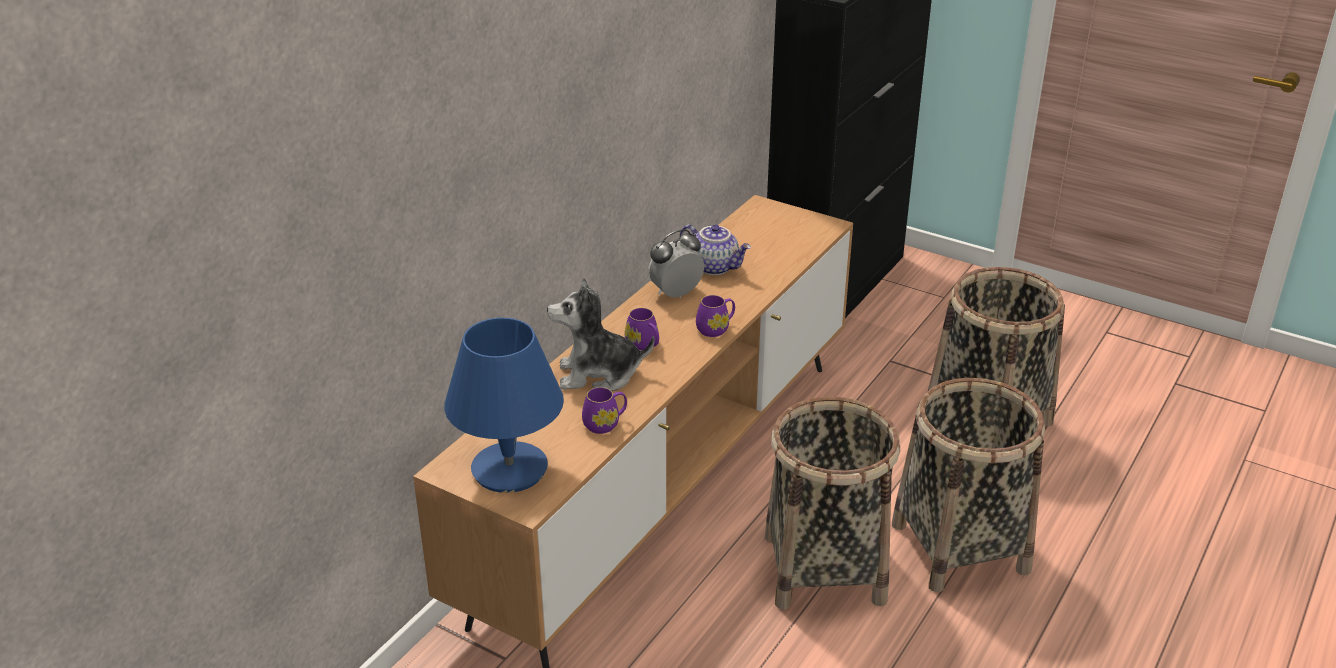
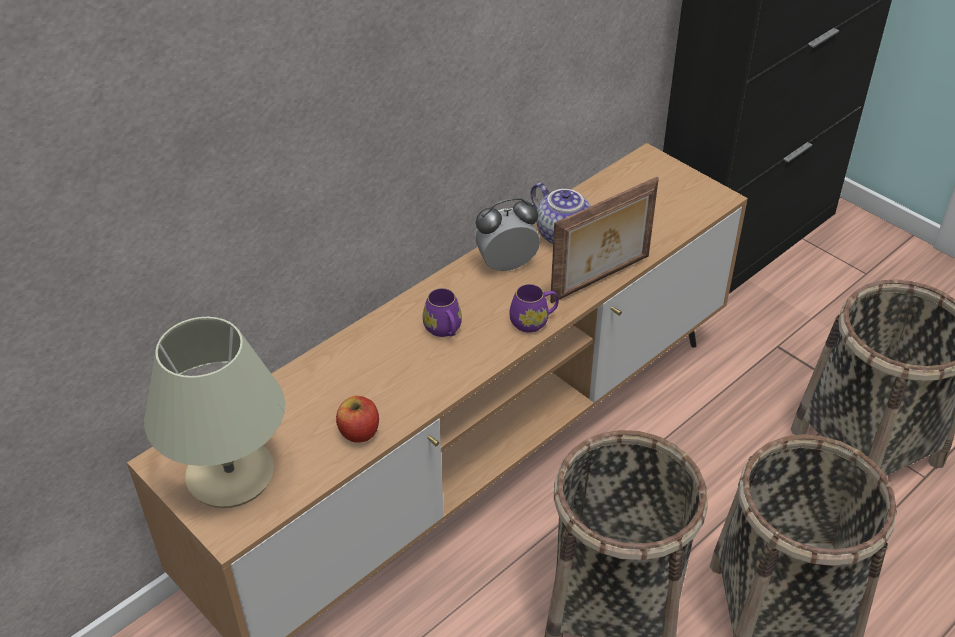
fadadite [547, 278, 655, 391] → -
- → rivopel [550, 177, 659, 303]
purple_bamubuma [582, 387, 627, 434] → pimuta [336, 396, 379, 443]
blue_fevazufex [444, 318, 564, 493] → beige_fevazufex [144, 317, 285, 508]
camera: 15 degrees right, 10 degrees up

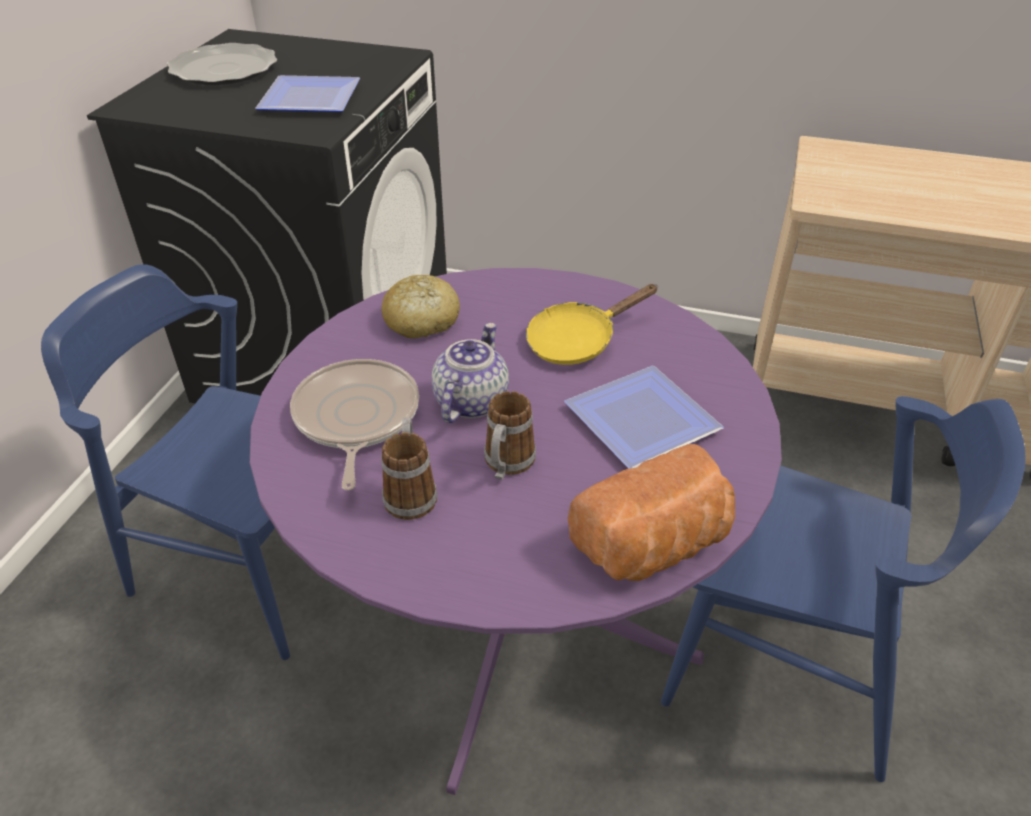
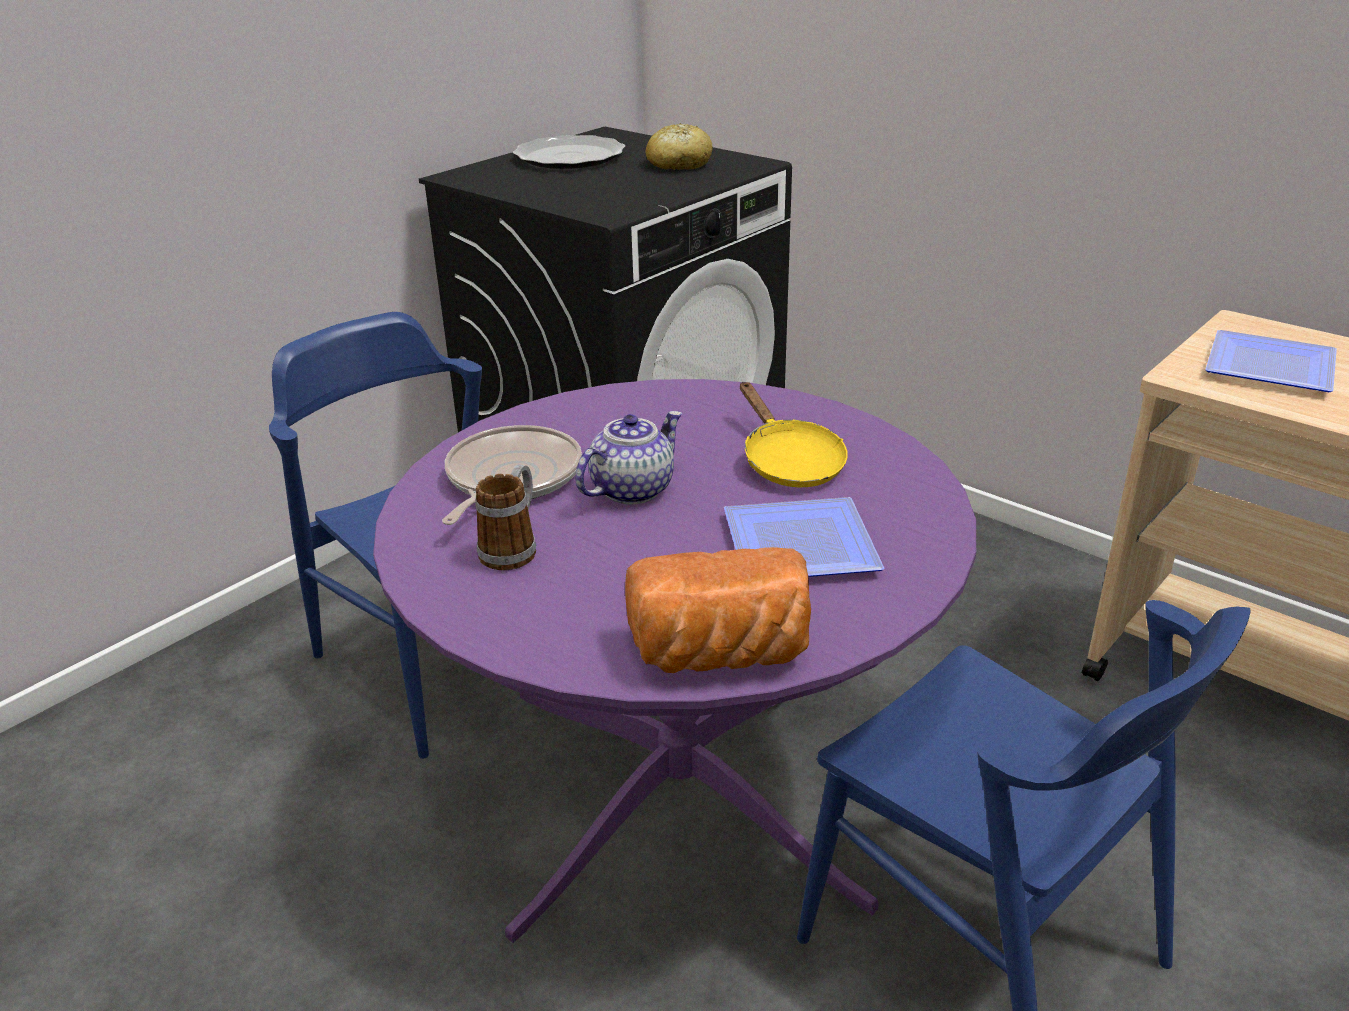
bamubuma [484, 391, 536, 480] → -
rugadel [255, 75, 360, 112] → rugadel [1205, 330, 1337, 392], relocated
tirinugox [382, 275, 460, 338] → tirinugox [646, 123, 712, 170], relocated
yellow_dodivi [526, 284, 658, 365] → yellow_dodivi [740, 382, 848, 487], 105 degrees counterclockwise
camera: 25 degrees right, 10 degrees down

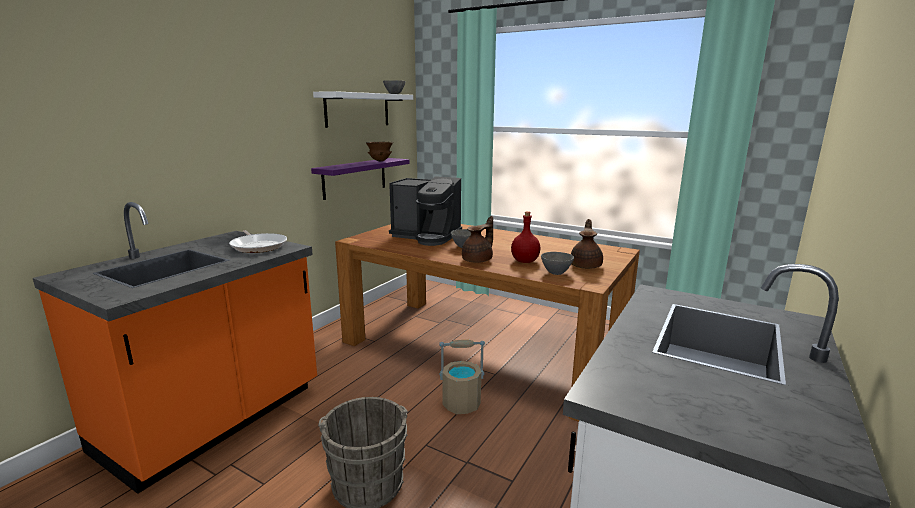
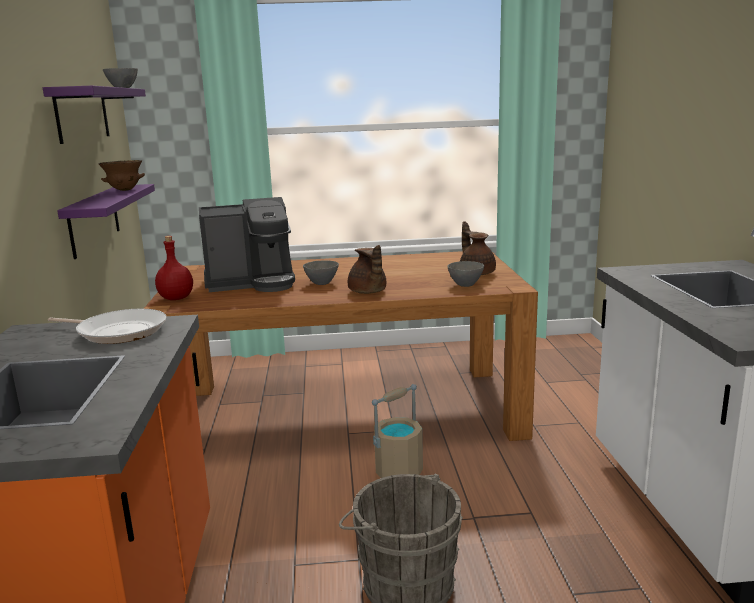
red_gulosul [511, 211, 541, 263] → red_gulosul [155, 236, 193, 300], relocated
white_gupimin [313, 91, 413, 128] → purple_gupimin [43, 86, 146, 144]
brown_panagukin [462, 216, 493, 263] → brown_panagukin [348, 245, 386, 294], 150 degrees clockwise
camera: 35 degrees left, 0 degrees up

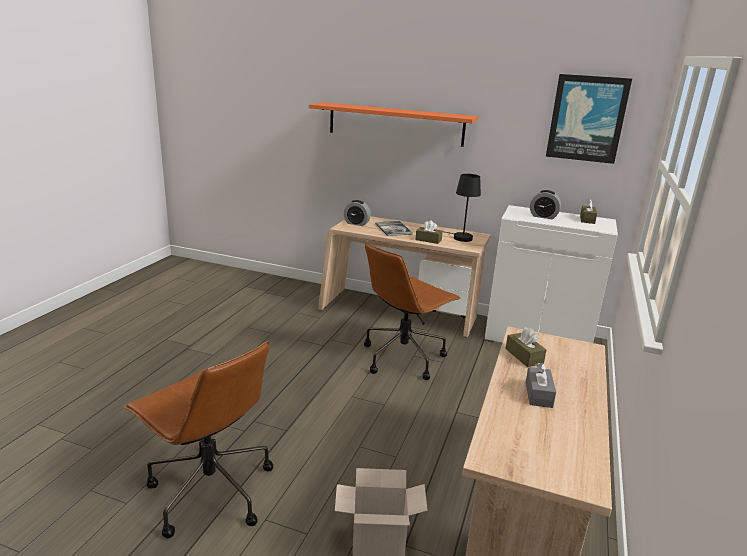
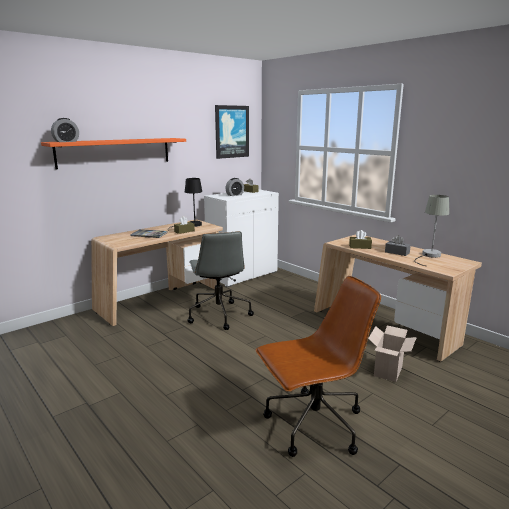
- → grey_fevazufex [414, 195, 449, 266]
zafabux [344, 200, 371, 226] → zafabux [51, 118, 79, 142], relocated
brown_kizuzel [364, 242, 461, 380] → grey_kizuzel [187, 231, 254, 330]
camera: 60 degrees left, 5 degrees down

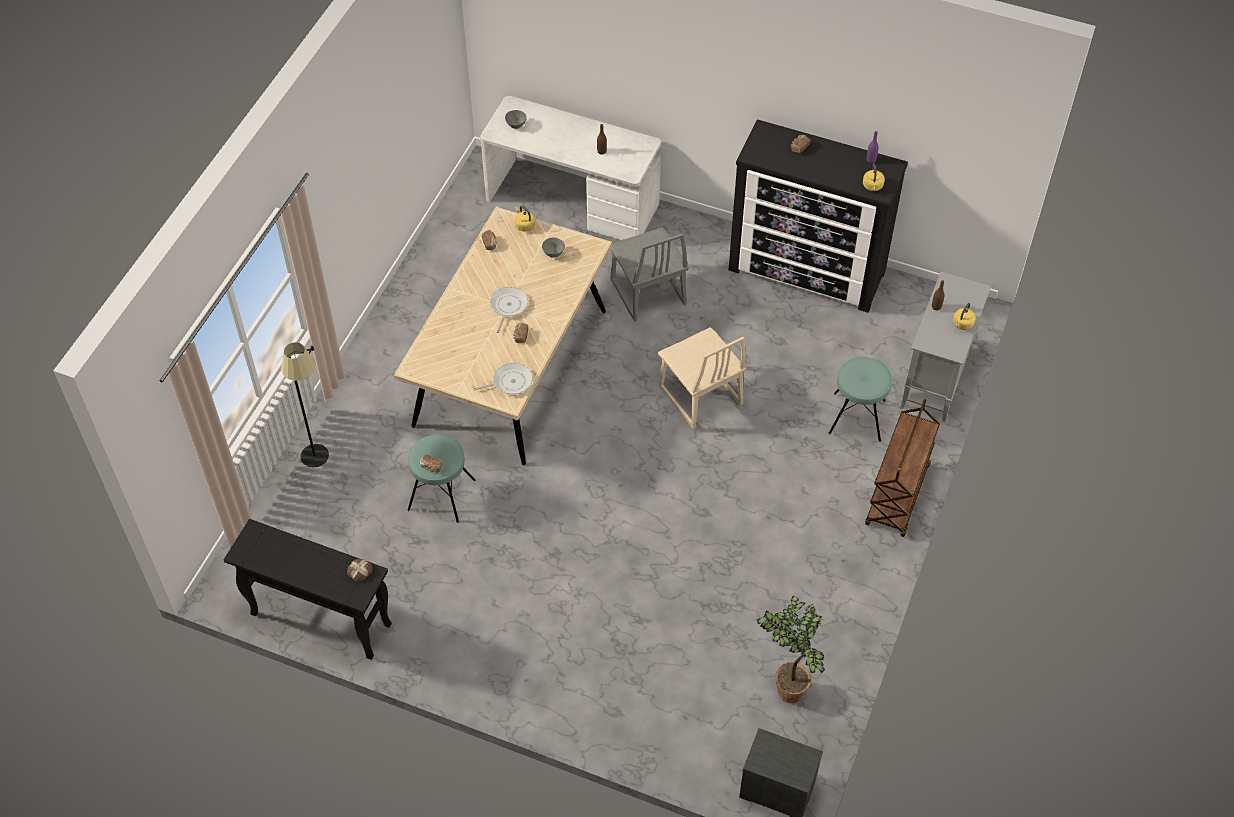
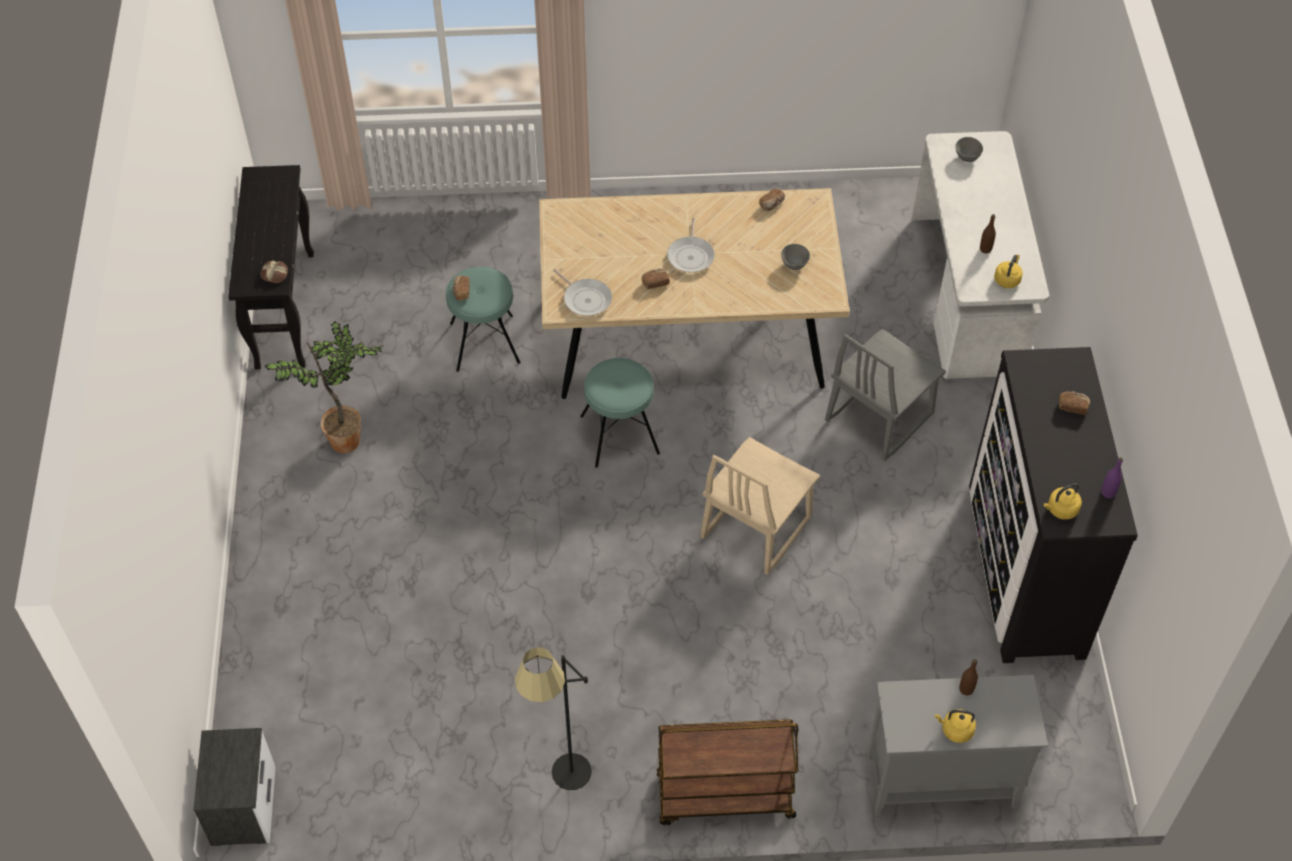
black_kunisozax [281, 342, 329, 467] → black_kunisozax [515, 647, 592, 790], relocated
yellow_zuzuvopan [515, 206, 536, 232] → yellow_zuzuvopan [994, 255, 1023, 288], relocated
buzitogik [757, 596, 825, 703] → buzitogik [265, 321, 382, 453], relocated
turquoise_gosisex [828, 357, 892, 442] → turquoise_gosisex [580, 358, 660, 468], relocated
dodivi [490, 287, 528, 333] → dodivi [667, 218, 715, 273], 105 degrees clockwise
camera: 65 degrees right, 0 degrees up

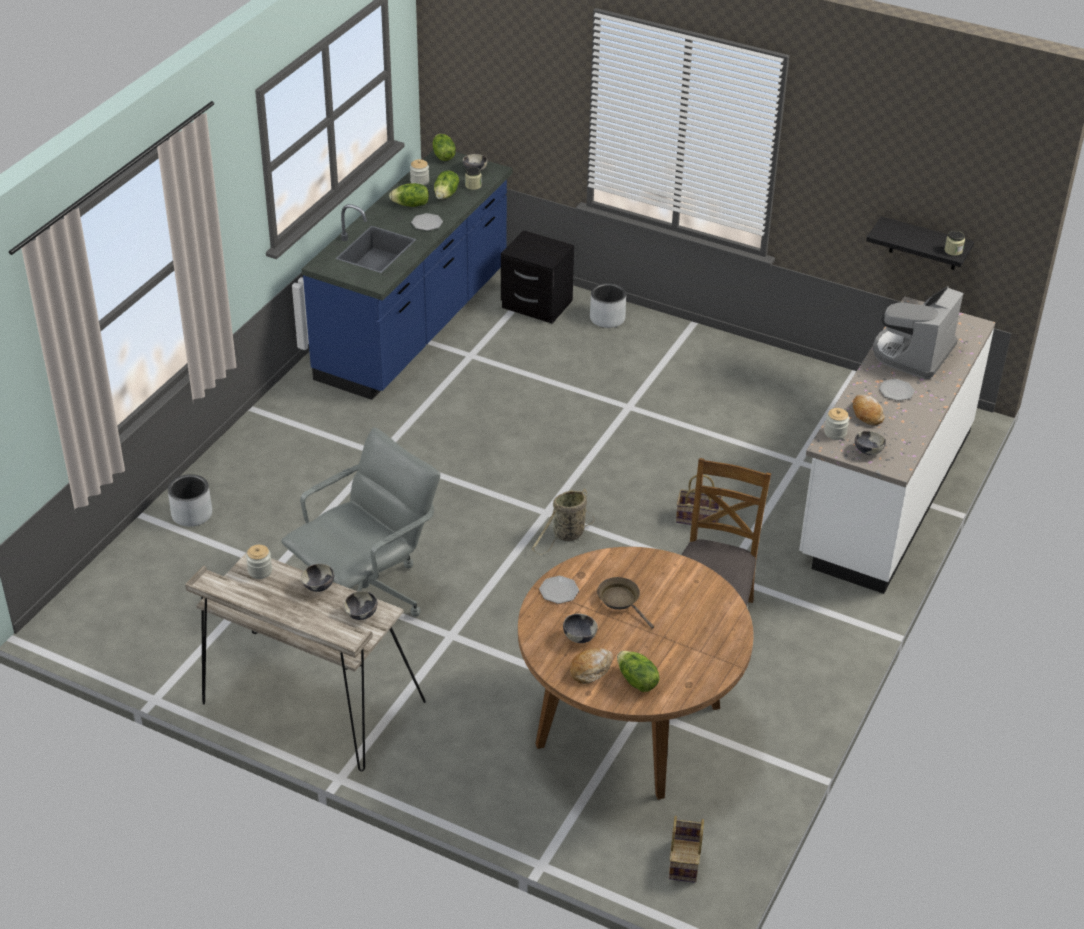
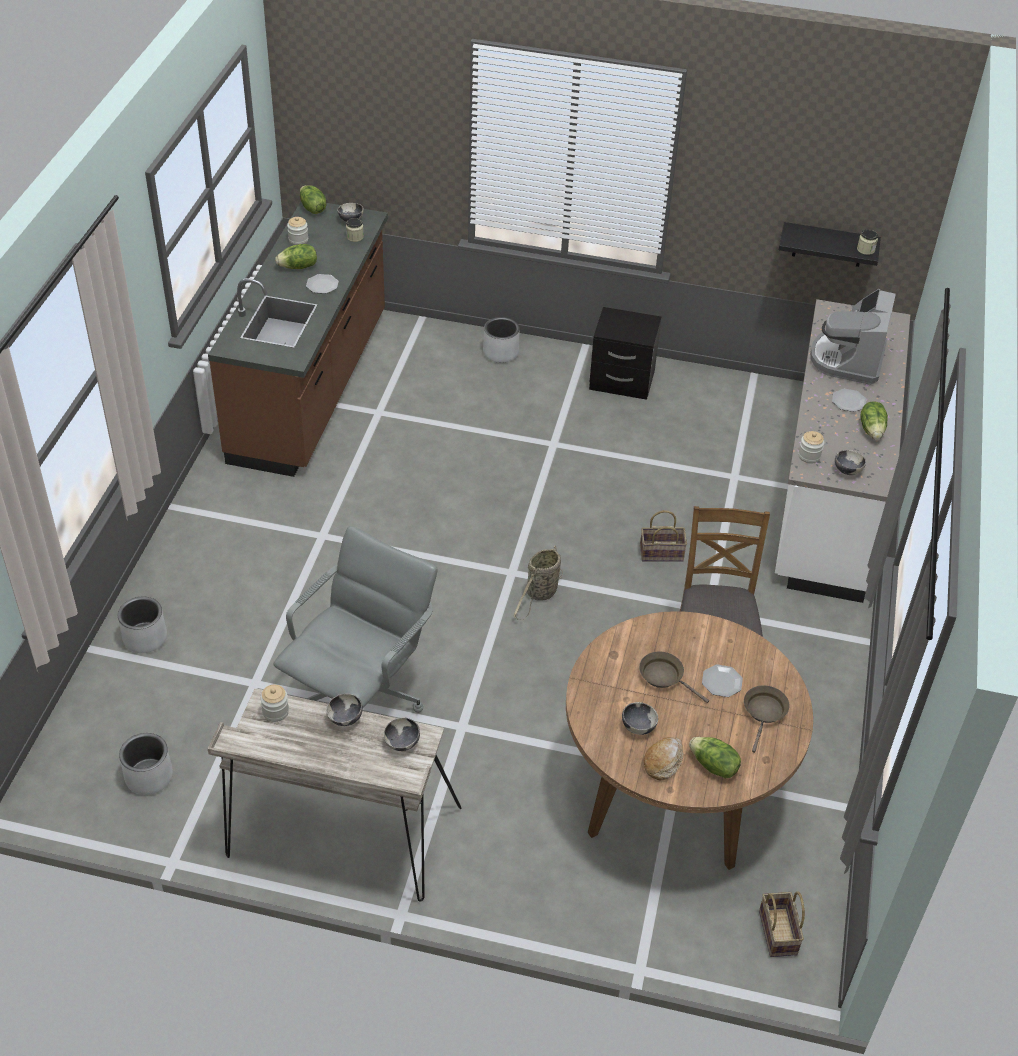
tirinugox [853, 395, 885, 425] → -
- → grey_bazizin [119, 733, 173, 795]
- → brown_dodivi [744, 685, 789, 753]
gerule [434, 170, 459, 200] → gerule [860, 401, 888, 440], relocated
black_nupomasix [501, 230, 574, 323] → black_nupomasix [589, 307, 662, 400], relocated
rugadel [539, 576, 579, 604] → rugadel [702, 664, 743, 697], relocated
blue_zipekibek [302, 150, 512, 400] → brown_zipekibek [208, 202, 388, 477]
camera: 15 degrees left, 5 degrees up

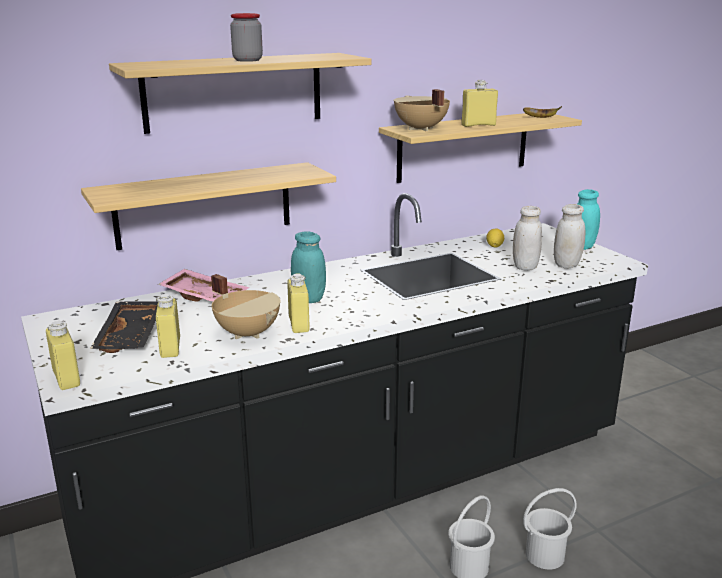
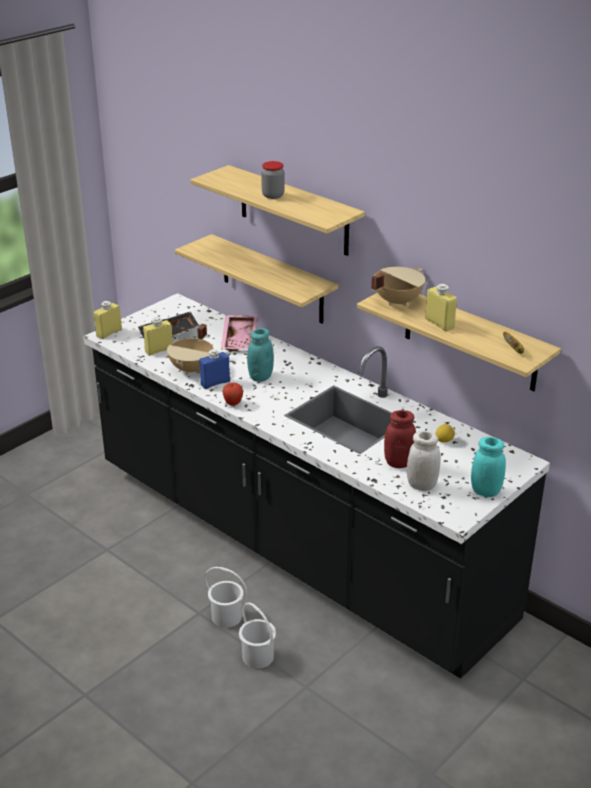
- → pimuta [222, 383, 243, 406]
yellow_gulosul [287, 274, 310, 333] → blue_gulosul [199, 349, 230, 389]
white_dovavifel [513, 206, 542, 271] → red_dovavifel [384, 410, 416, 468]
camera: 70 degrees right, 10 degrees up

